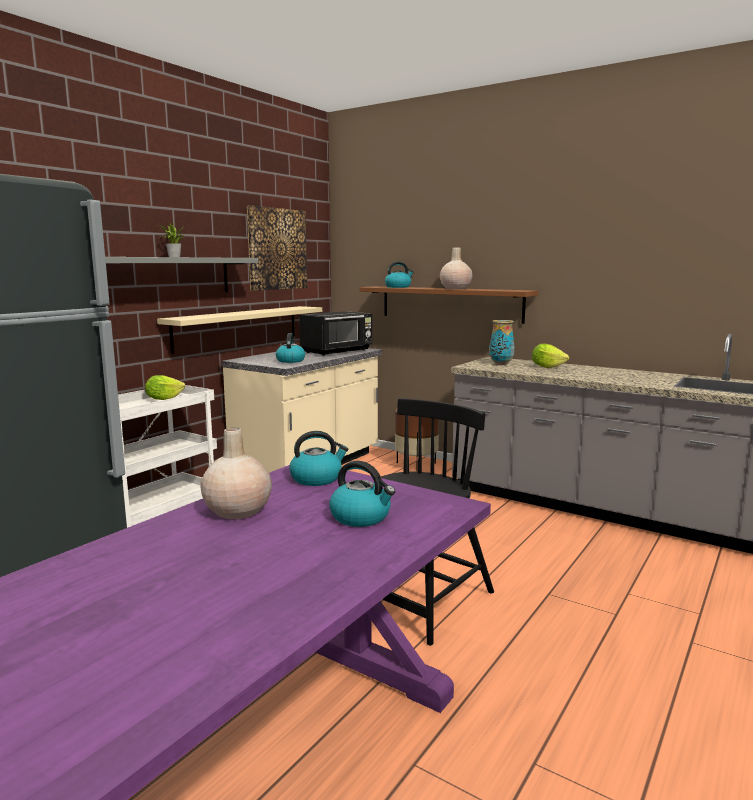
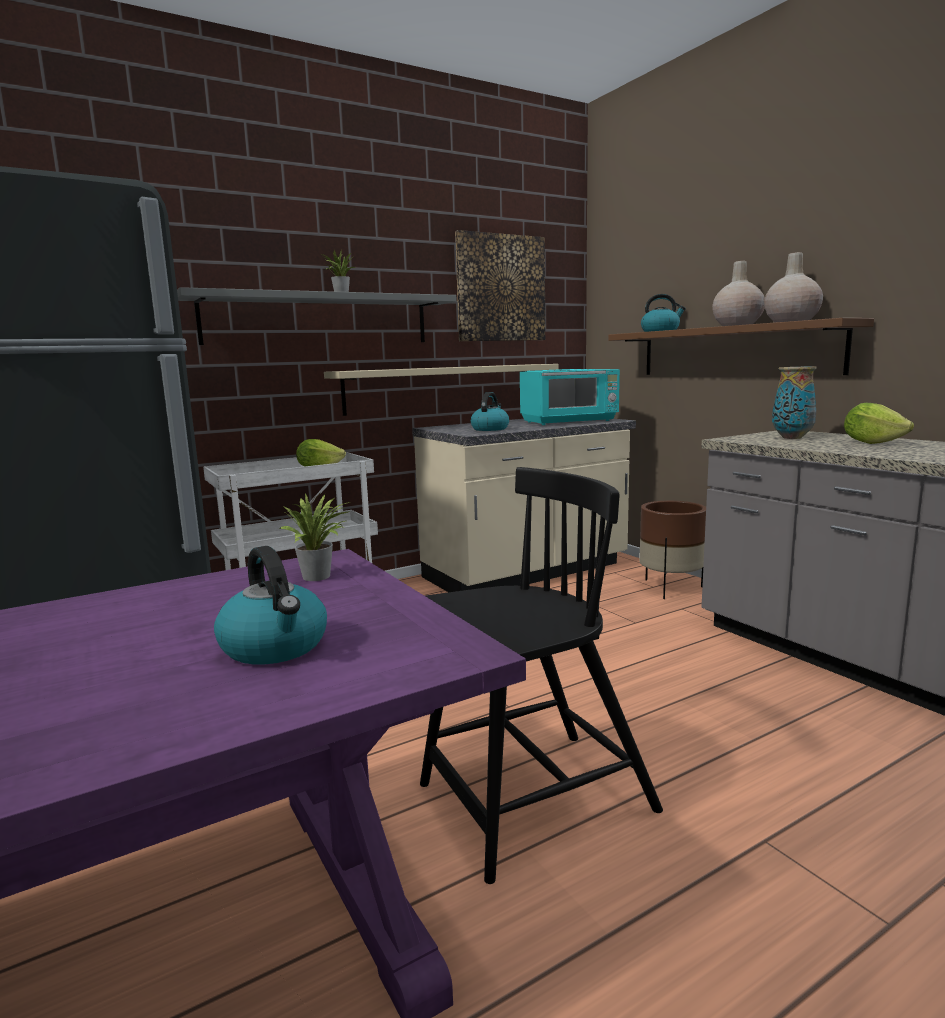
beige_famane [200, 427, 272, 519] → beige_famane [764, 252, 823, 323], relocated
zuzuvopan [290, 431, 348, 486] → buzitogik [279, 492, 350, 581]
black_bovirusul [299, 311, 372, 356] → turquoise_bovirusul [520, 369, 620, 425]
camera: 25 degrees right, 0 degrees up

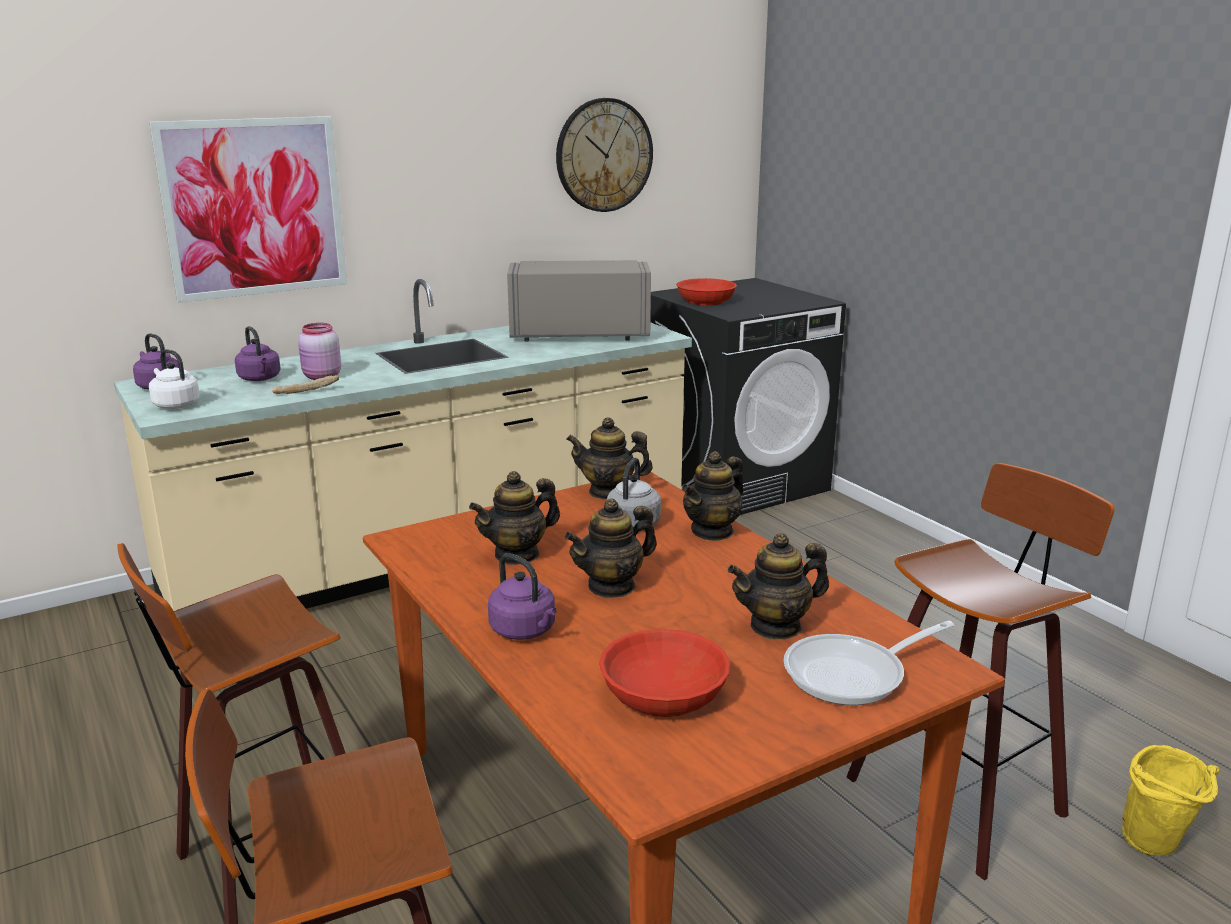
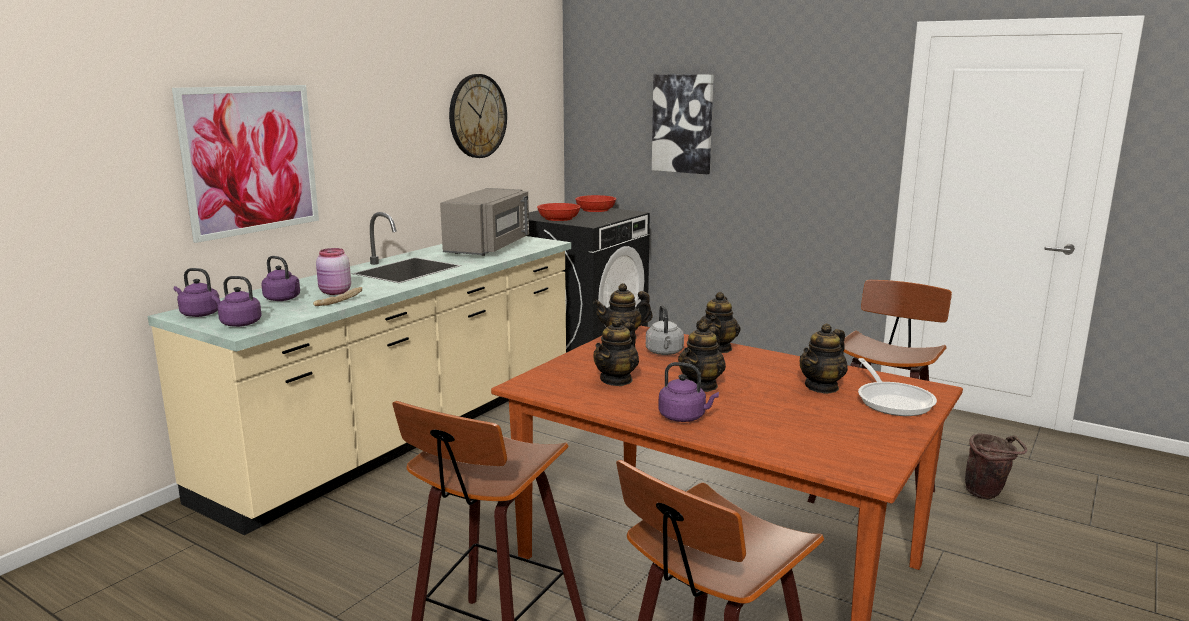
- → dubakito [652, 74, 714, 174]
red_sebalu [599, 629, 730, 717] → red_sebalu [575, 195, 616, 212], relocated
white_zuzuvopan [149, 349, 200, 409] → purple_zuzuvopan [212, 276, 262, 327]
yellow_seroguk [1122, 745, 1219, 856] → brown_seroguk [965, 433, 1027, 499]
grey_bovirusul [507, 260, 651, 342] → grey_bovirusul [440, 188, 529, 256], 135 degrees clockwise
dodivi [784, 621, 954, 705] → dodivi [858, 358, 937, 416], 45 degrees counterclockwise
camera: 25 degrees left, 5 degrees down

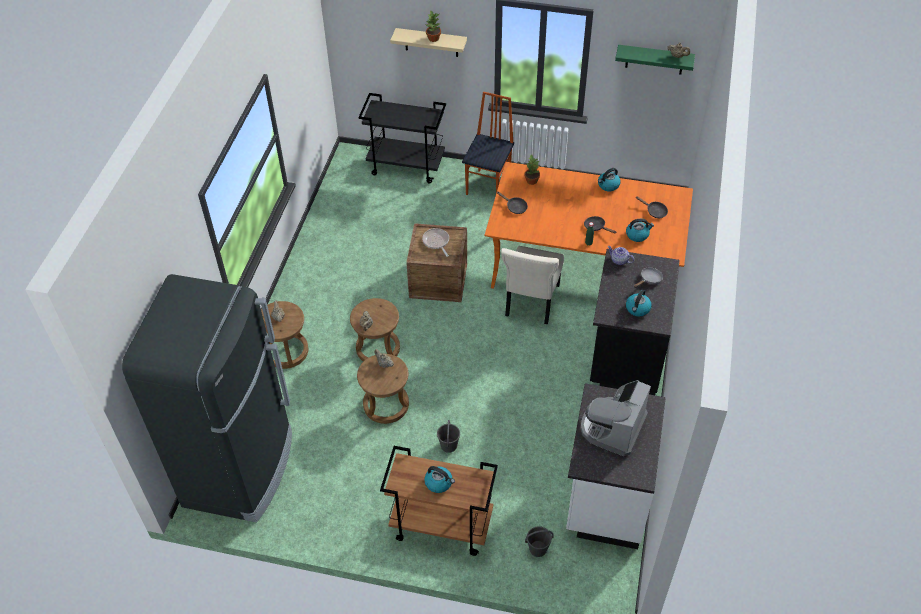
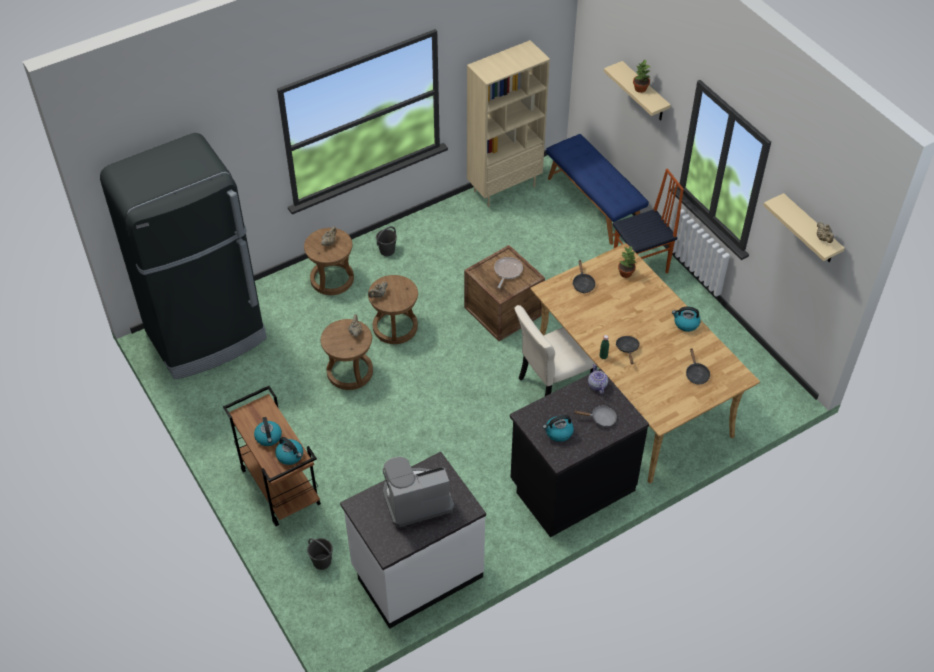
- → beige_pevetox [467, 40, 550, 207]
grey_seroguk [437, 420, 460, 453] → grey_seroguk [376, 226, 397, 256], relocated
zuzuvopan [626, 219, 654, 242] → zuzuvopan [275, 437, 303, 465], relocated
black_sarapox [358, 93, 446, 184] → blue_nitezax [546, 134, 649, 245]
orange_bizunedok [485, 162, 693, 289] → beige_bizunedok [530, 243, 760, 484]
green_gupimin [615, 45, 695, 75] → beige_gupimin [763, 193, 845, 262]
camera: 45 degrees right, 0 degrees up

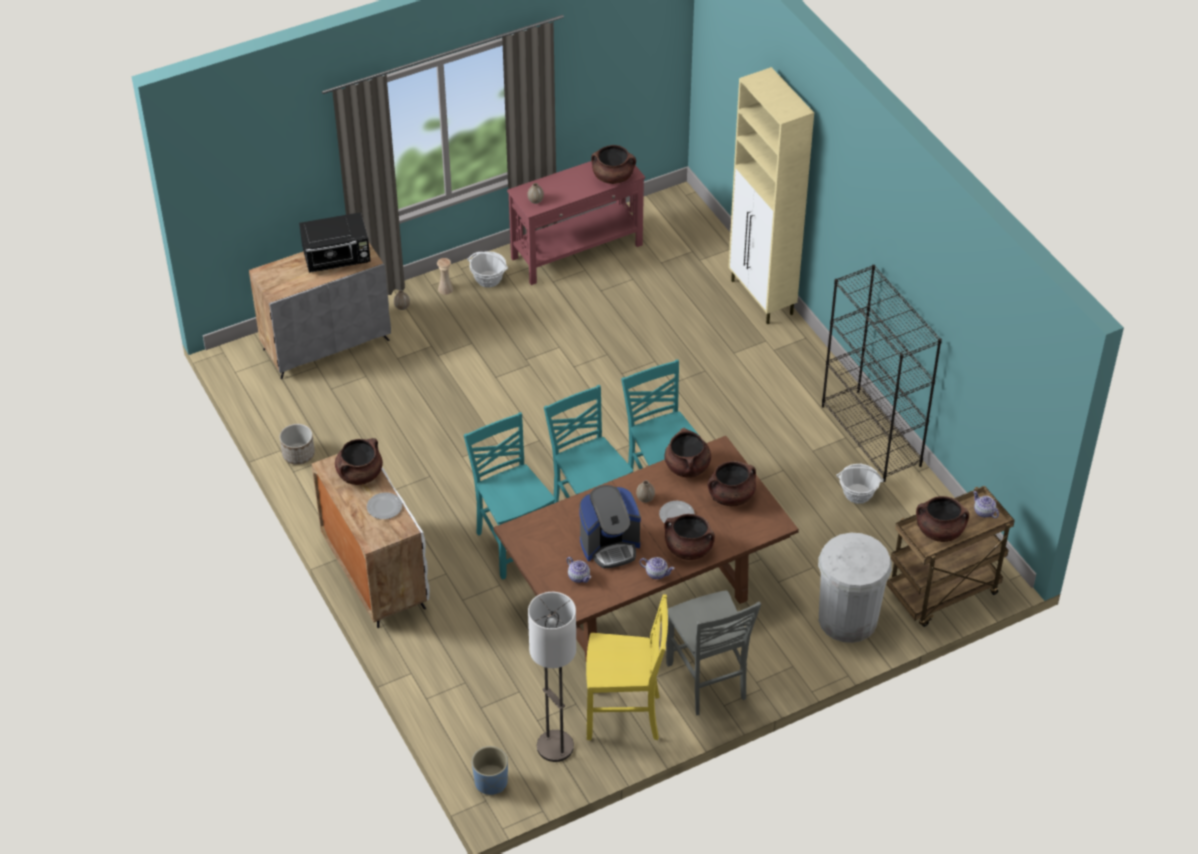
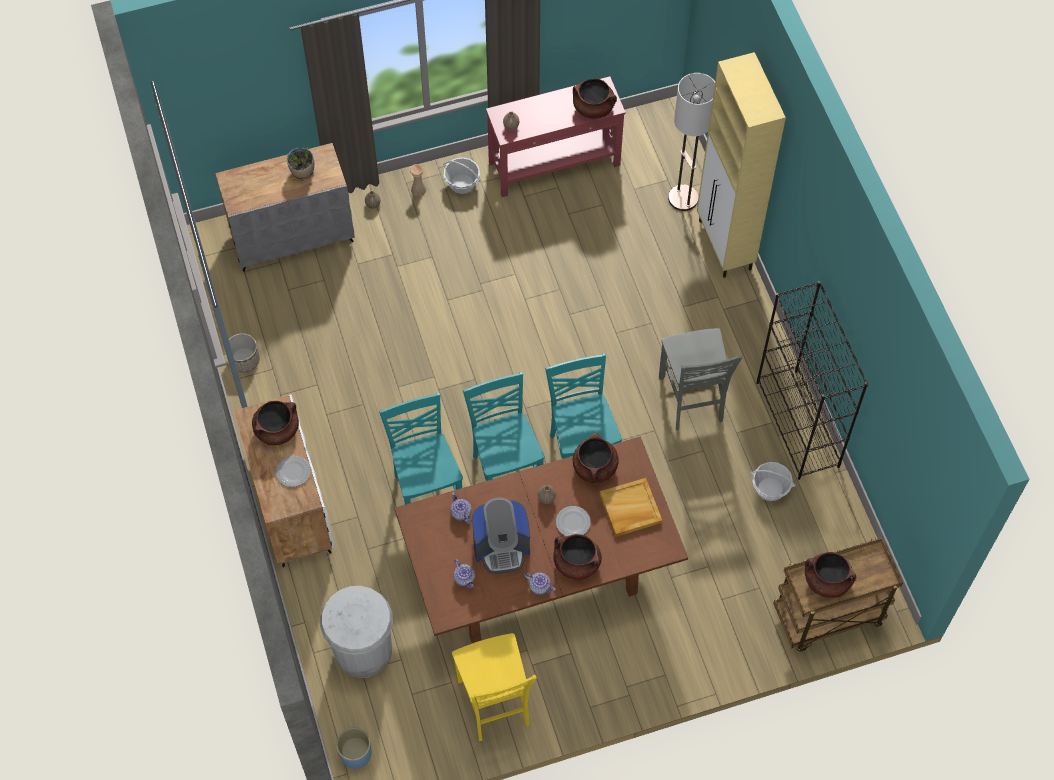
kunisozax [528, 592, 576, 762] → kunisozax [668, 73, 715, 211], relocated
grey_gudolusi [666, 590, 761, 715] → grey_gudolusi [659, 328, 743, 430], relocated
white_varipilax [818, 533, 892, 643] → white_varipilax [320, 586, 393, 678], relocated
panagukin [973, 491, 999, 518] → panagukin [450, 492, 472, 524], relocated
black_bovirusul [299, 212, 370, 273] → buzitogik [287, 147, 314, 180]
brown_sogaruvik [708, 461, 756, 506] → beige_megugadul [600, 478, 662, 537]
yellow_gudolusi [586, 594, 668, 740] → yellow_gudolusi [452, 633, 537, 741], 60 degrees clockwise
camera: 10 degrees right, 15 degrees up

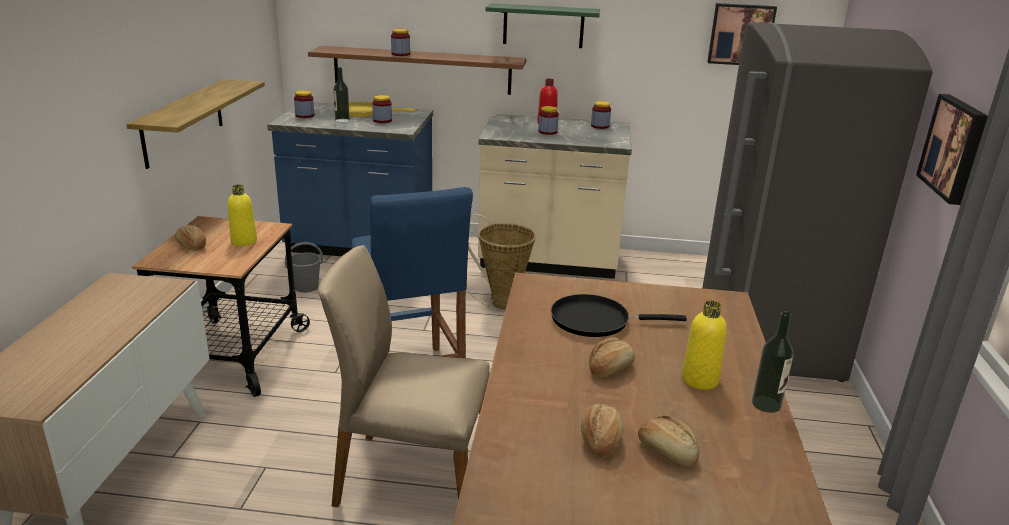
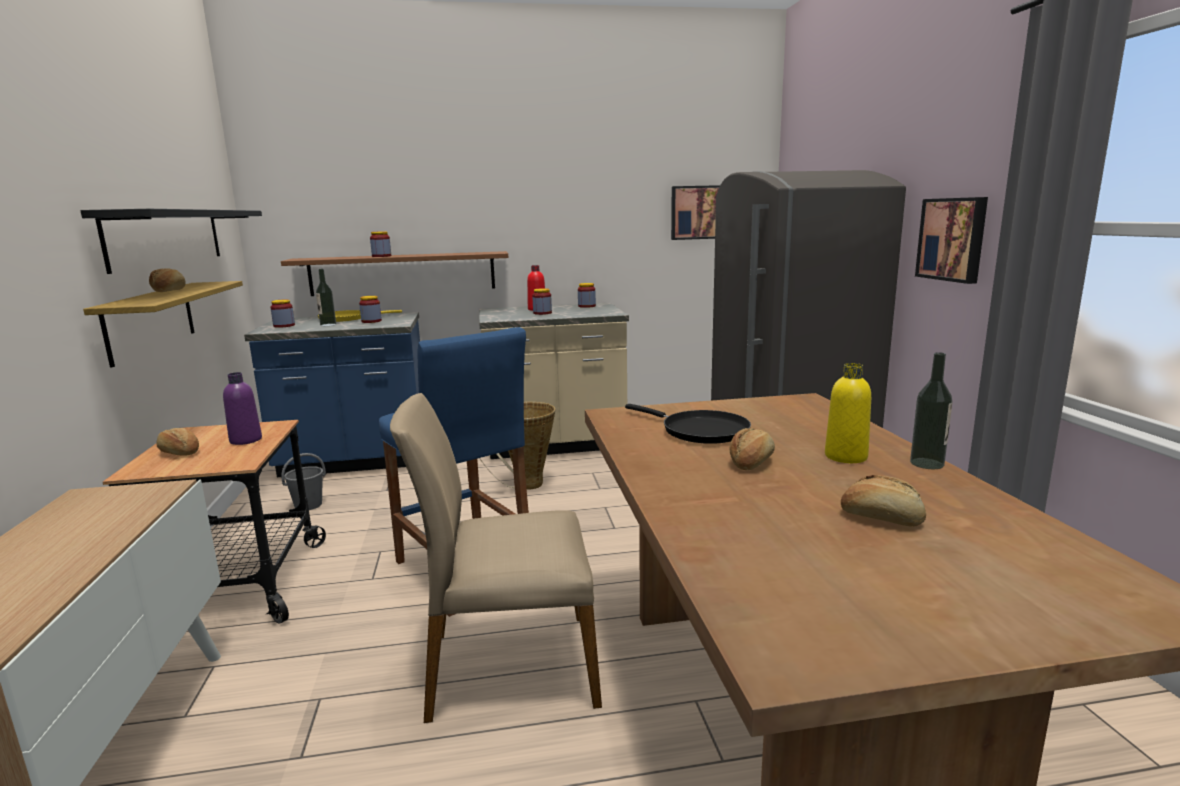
green_gupimin [486, 3, 600, 48] → -
- → black_gupimin [81, 209, 262, 274]
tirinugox [581, 404, 623, 458] → tirinugox [149, 268, 186, 292], relocated
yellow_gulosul [228, 185, 257, 246] → purple_gulosul [223, 372, 262, 445]
black_dodivi [551, 294, 687, 337] → black_dodivi [625, 404, 751, 444], 120 degrees counterclockwise
camera: 15 degrees left, 10 degrees down

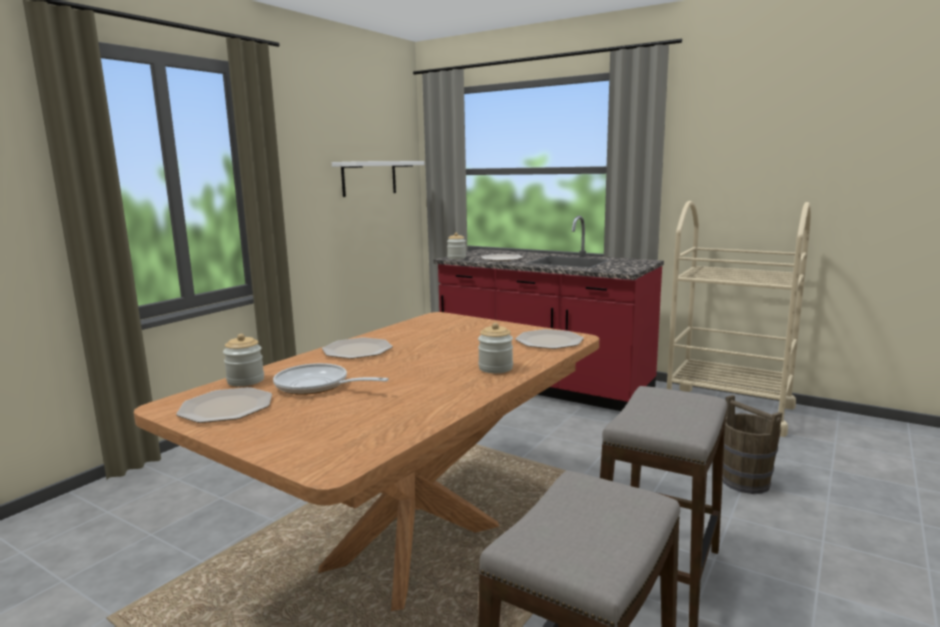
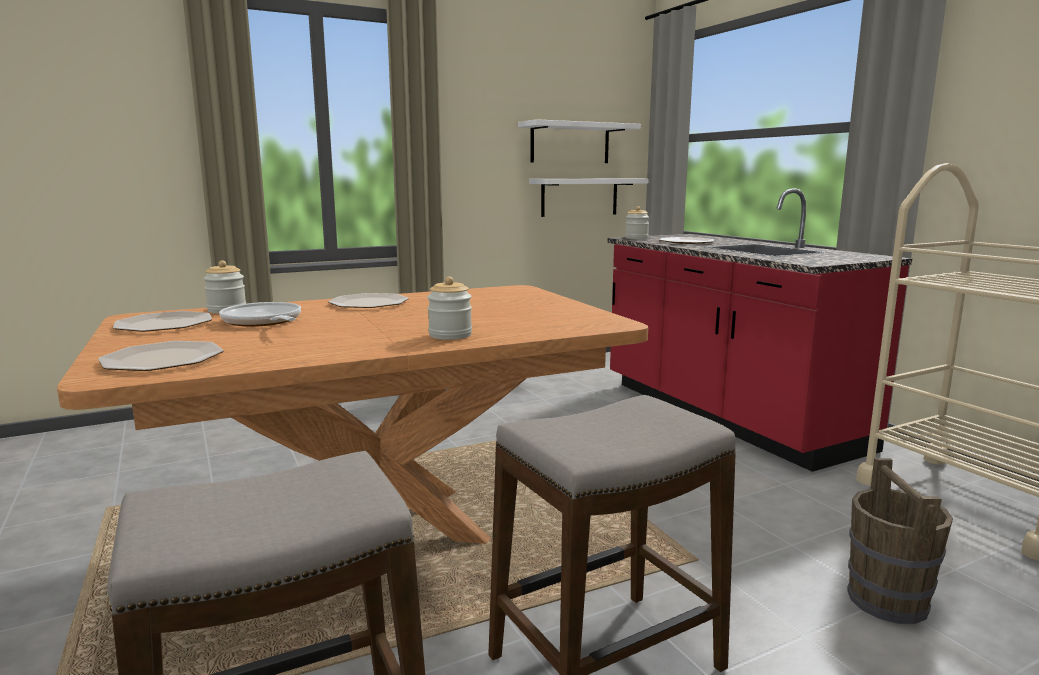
- → white_gupimin [529, 178, 649, 217]
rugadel [515, 329, 584, 349] → rugadel [98, 341, 224, 371], relocated
camera: 30 degrees right, 0 degrees up

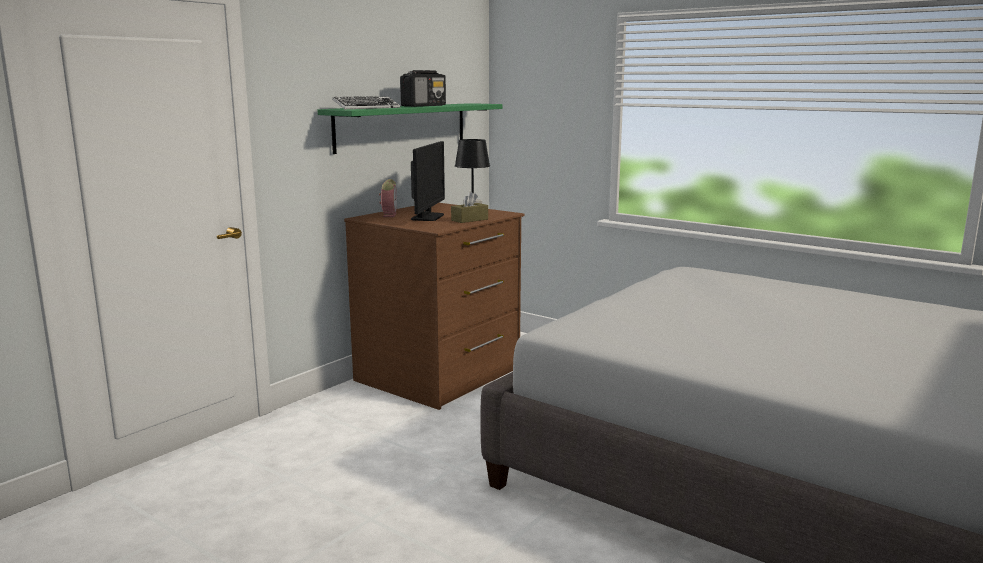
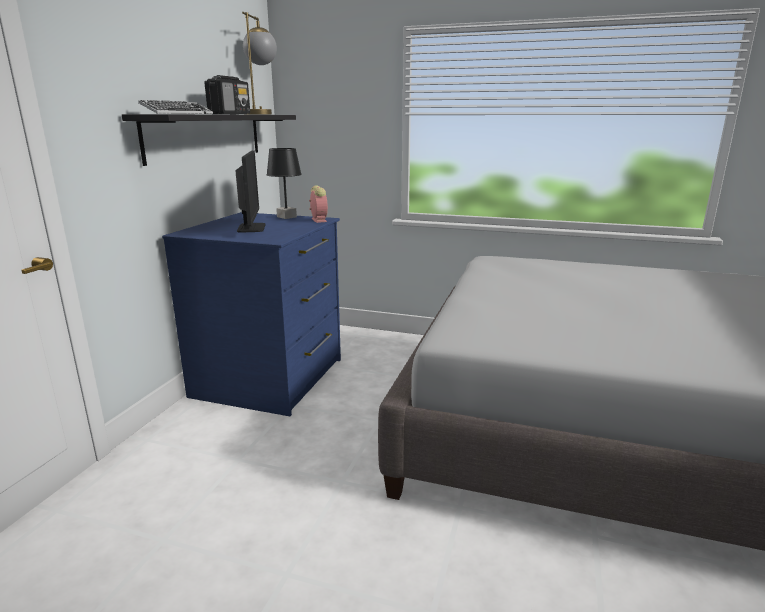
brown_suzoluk [451, 192, 488, 223] → -
- → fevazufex [242, 12, 277, 115]
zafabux [379, 179, 397, 217] → zafabux [309, 185, 328, 223], relocated
green_gupimin [318, 103, 502, 154] → black_gupimin [122, 114, 296, 166]
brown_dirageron [344, 203, 524, 410] → blue_dirageron [162, 212, 341, 416]
camera: 20 degrees left, 5 degrees up

